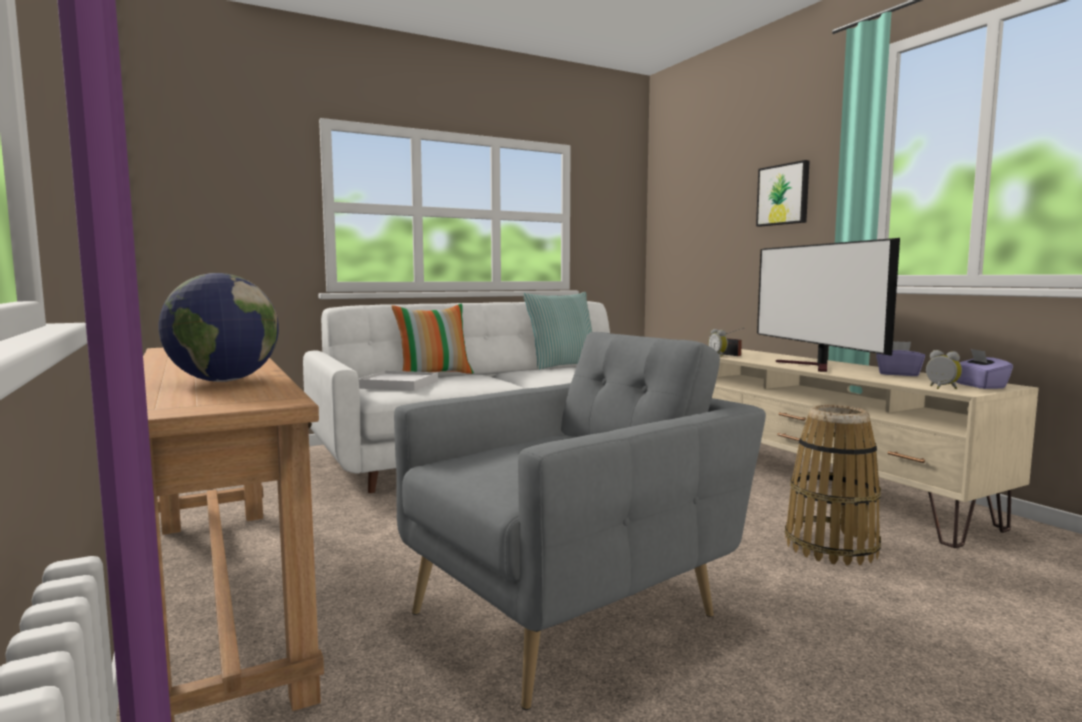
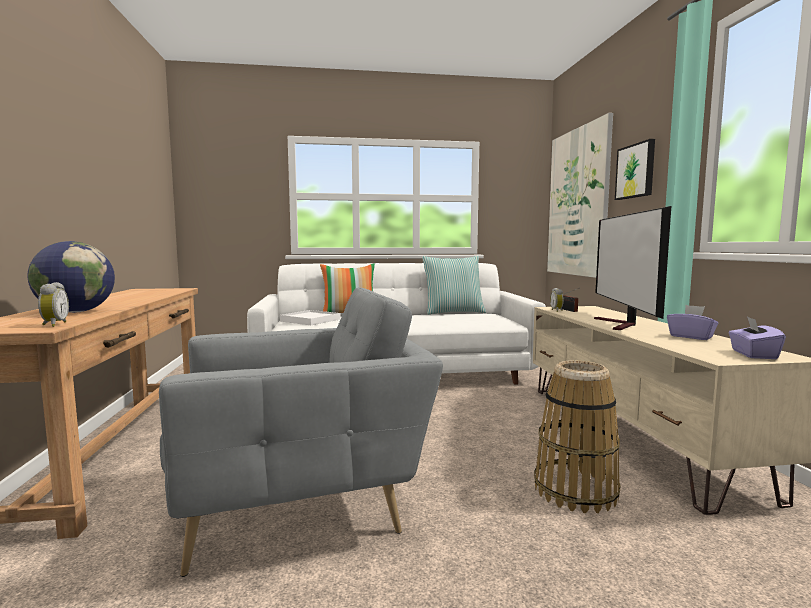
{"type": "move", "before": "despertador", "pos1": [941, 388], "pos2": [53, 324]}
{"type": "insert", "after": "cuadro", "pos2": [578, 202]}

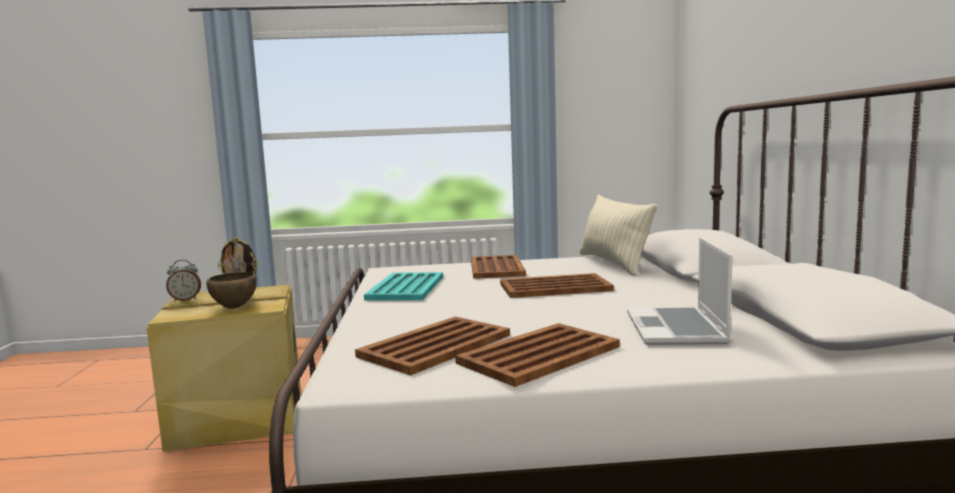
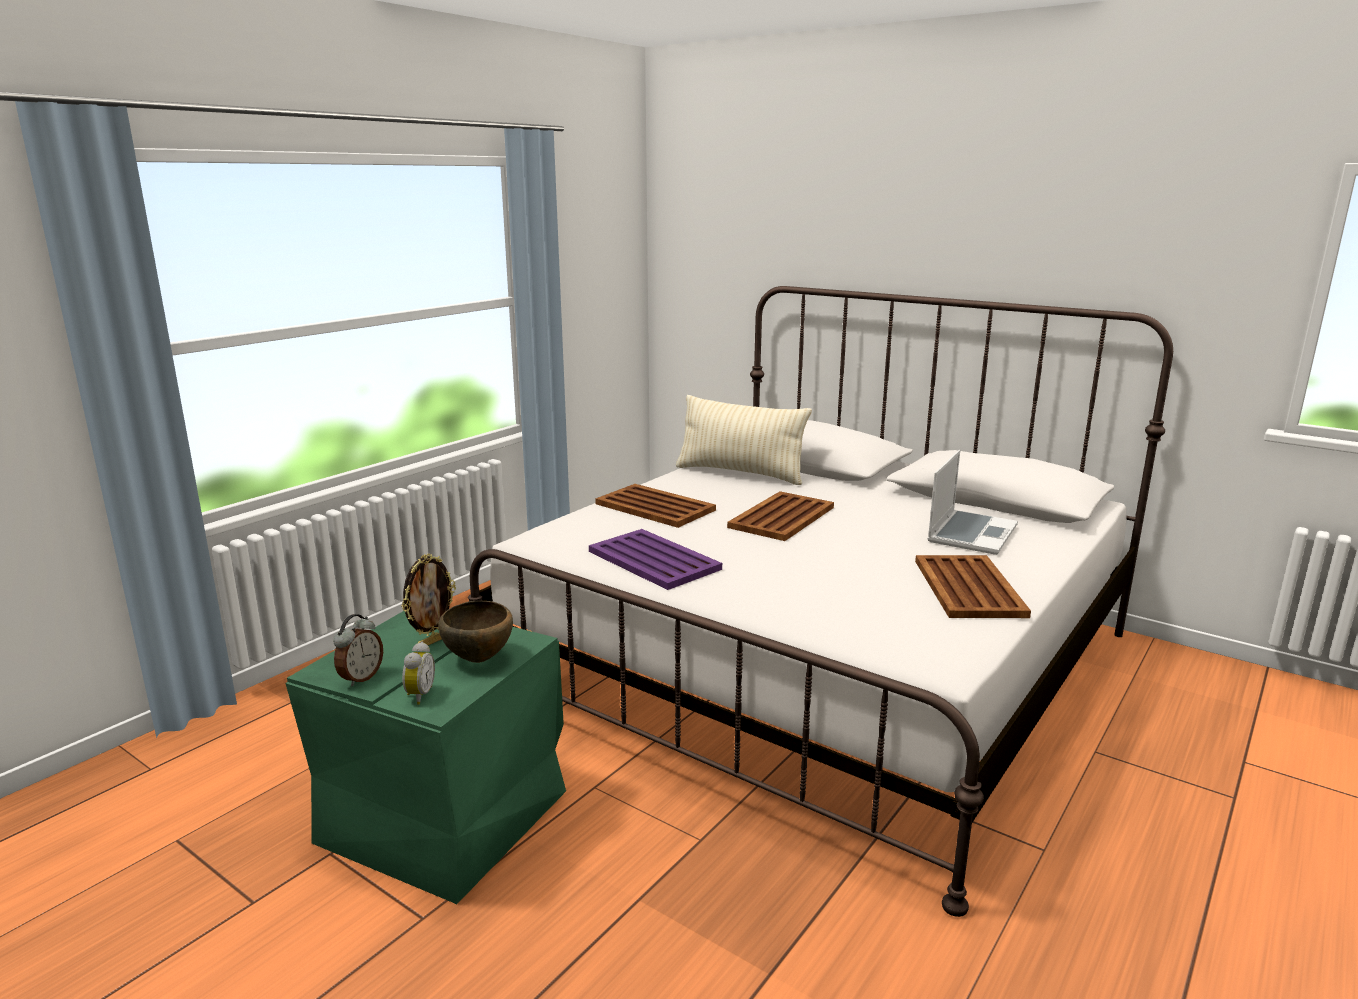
{"type": "rotate", "before": "portátil", "pos1": [677, 329], "pos2": [971, 533], "turn": -105}
{"type": "recolor", "before": "bandeja [turquesa]", "after": "bandeja [morado]", "pos1": [406, 287], "pos2": [653, 560]}
{"type": "recolor", "before": "caja de almacenaje [beis]", "after": "caja de almacenaje [verde]", "pos1": [240, 416], "pos2": [448, 815]}
{"type": "delete", "before": "bandeja [marrón]", "pos1": [434, 346]}
{"type": "insert", "after": "despertador", "pos2": [418, 695]}

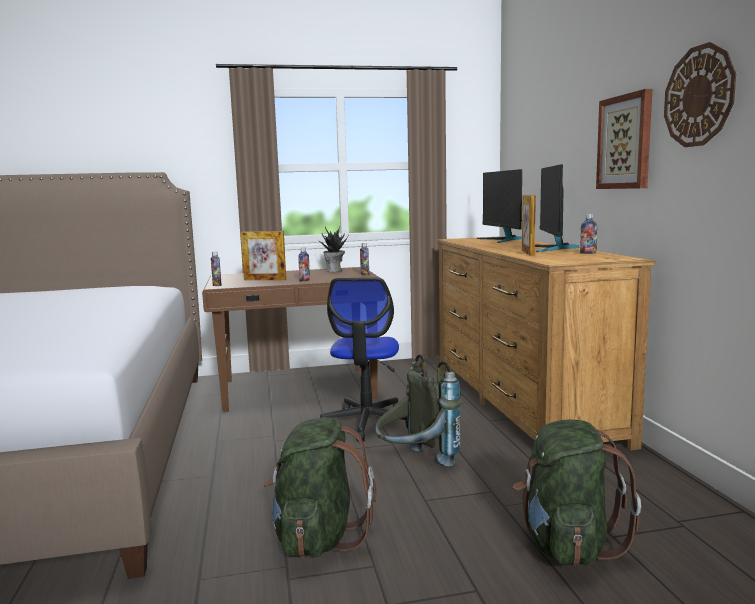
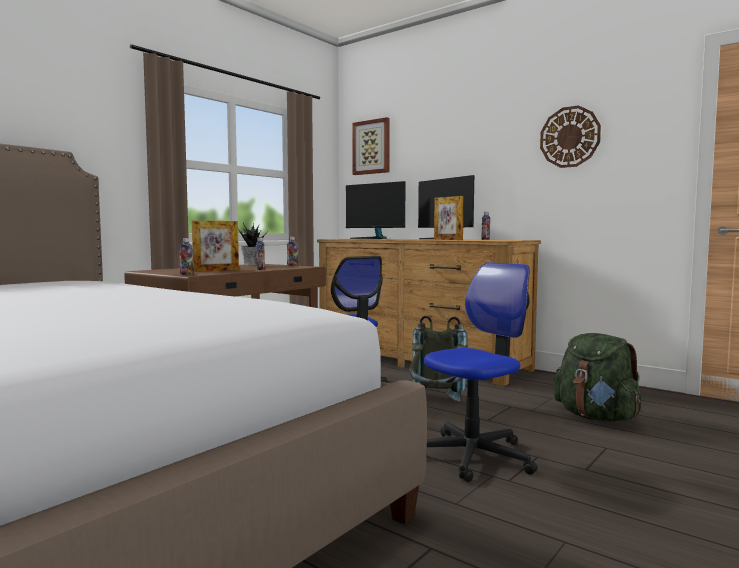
{"type": "move", "before": "cuadro", "pos1": [625, 142], "pos2": [371, 147]}
{"type": "replace", "before": "mochila [verde]", "after": "silla de oficina", "pos1": [318, 537], "pos2": [473, 456]}

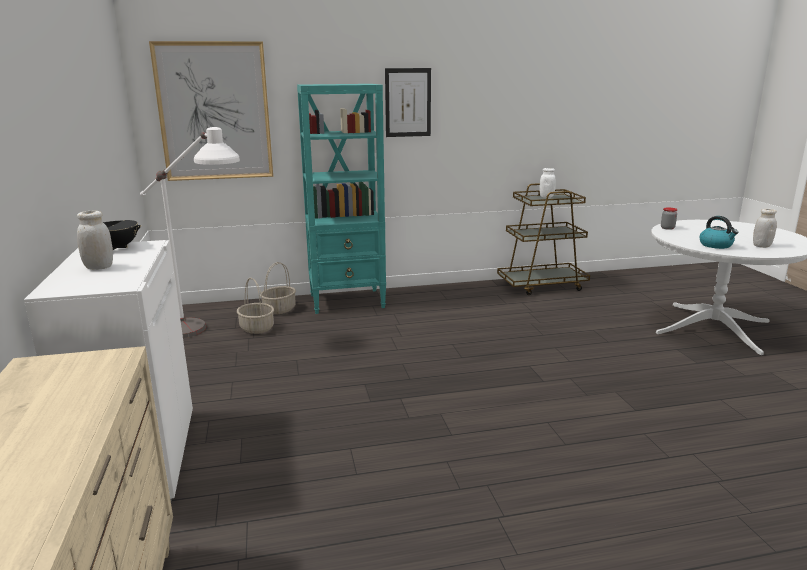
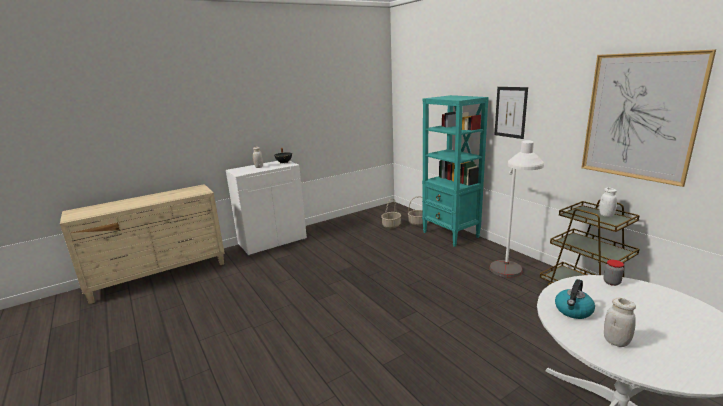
{"type": "move", "before": "cuadro", "pos1": [214, 112], "pos2": [639, 117]}
{"type": "move", "before": "lámpara de pie [blanco]", "pos1": [203, 336], "pos2": [508, 281]}

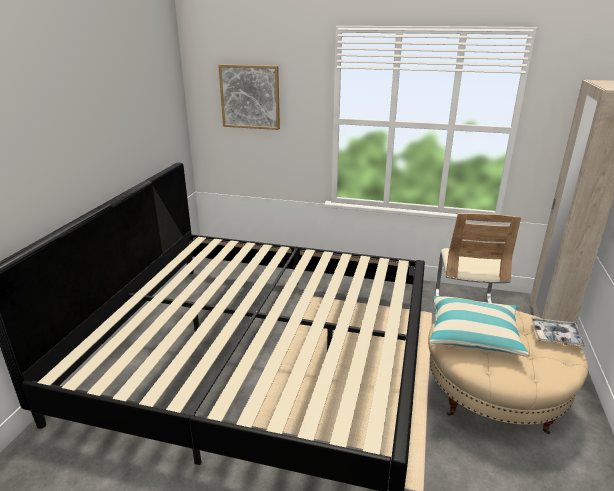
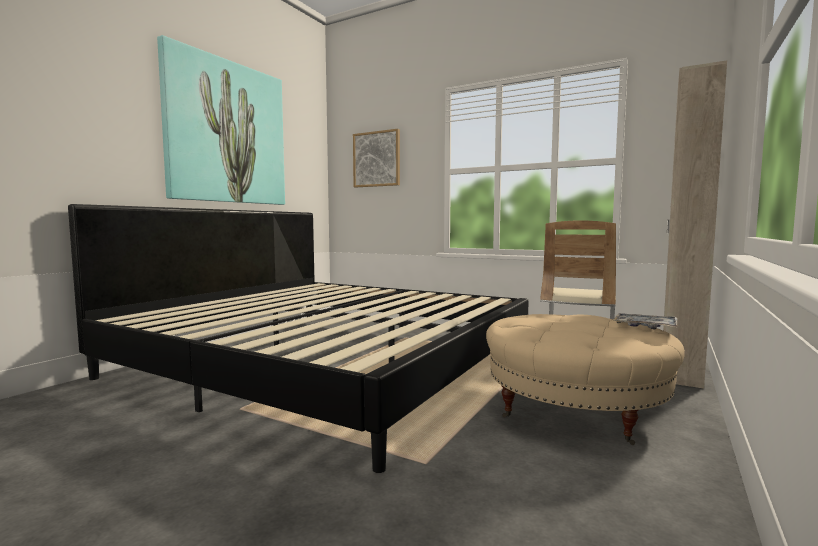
{"type": "delete", "before": "cojín", "pos1": [473, 335]}
{"type": "insert", "after": "cuadro", "pos2": [226, 133]}

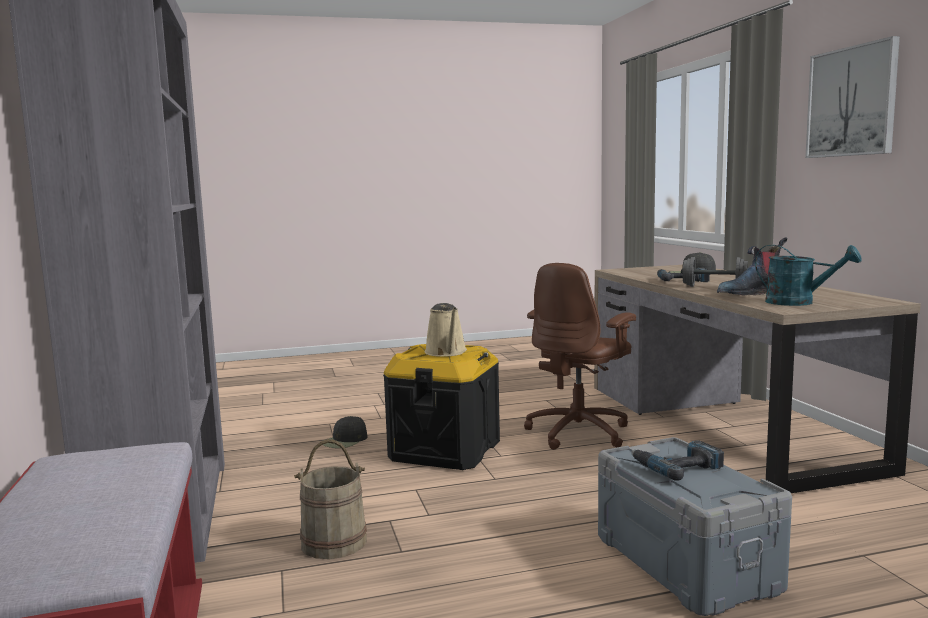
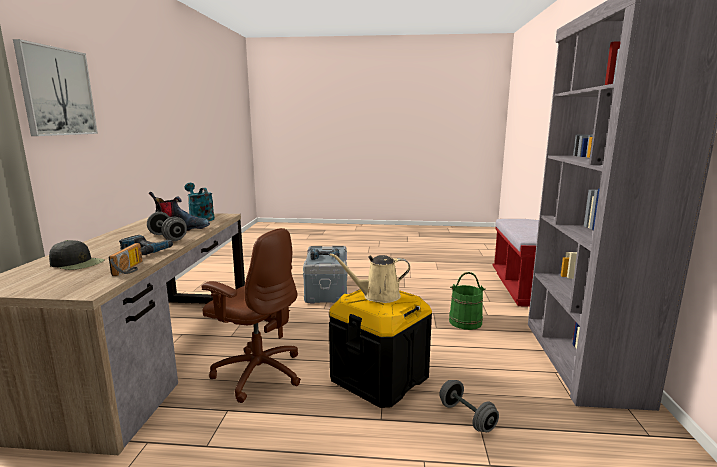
{"type": "rotate", "before": "silla de oficina [marrón]", "pos1": [579, 433], "pos2": [258, 373], "turn": 60}
{"type": "rotate", "before": "regadera [beis]", "pos1": [446, 352], "pos2": [377, 296], "turn": -105}
{"type": "replace", "before": "gorra [negro]", "after": "mancuerna [gris]", "pos1": [345, 440], "pos2": [467, 417]}
{"type": "recolor", "before": "cubo [beis]", "after": "cubo [verde]", "pos1": [334, 542], "pos2": [465, 322]}
{"type": "insert", "after": "radio", "pos2": [131, 269]}

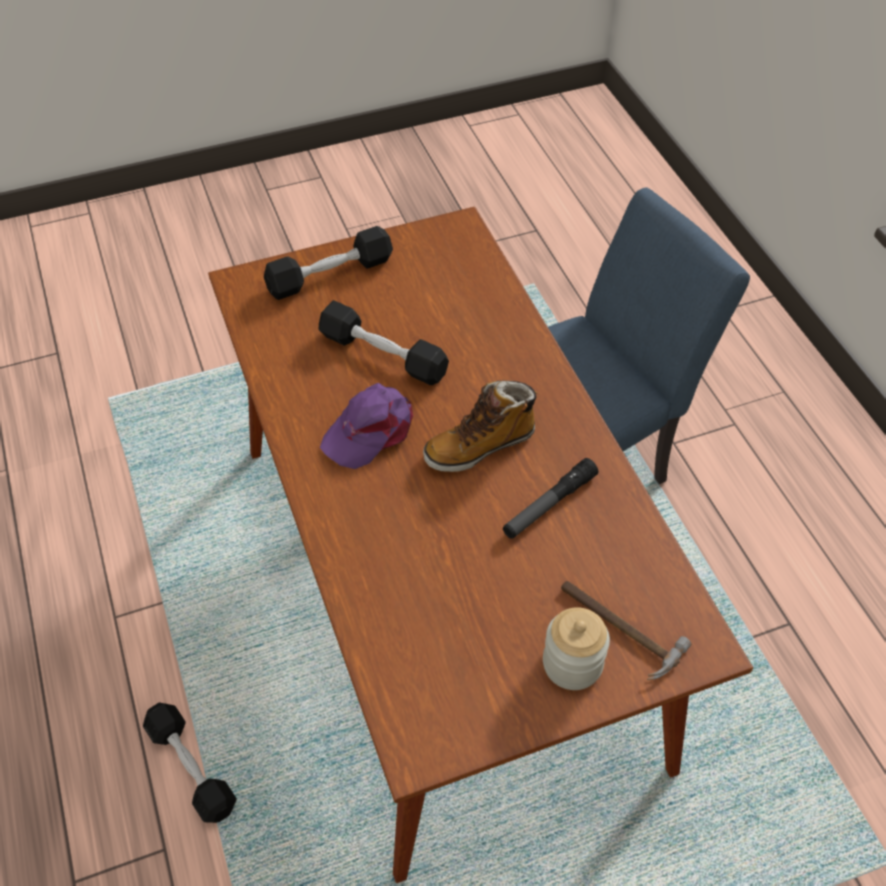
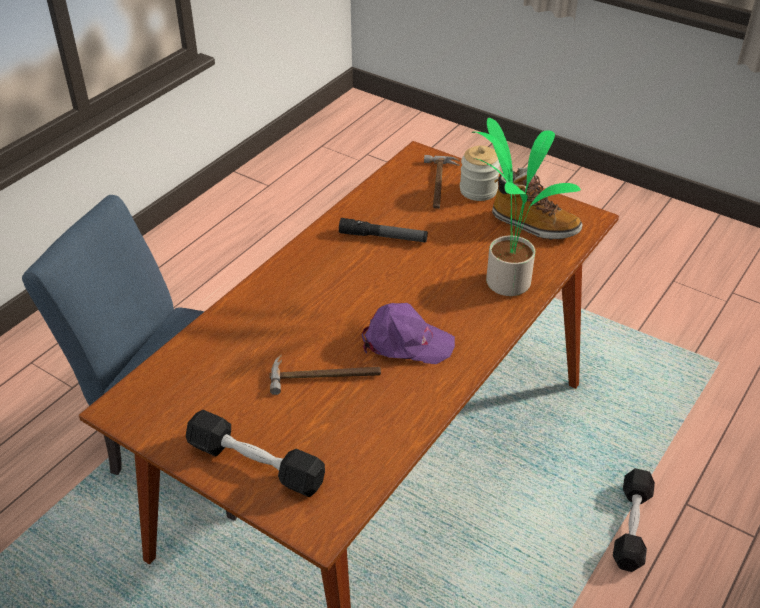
{"type": "replace", "before": "mancuerna [negro]", "after": "martillo", "pos1": [383, 355], "pos2": [325, 375]}
{"type": "move", "before": "bota", "pos1": [480, 446], "pos2": [534, 225]}
{"type": "insert", "after": "planta en maceta", "pos2": [507, 281]}

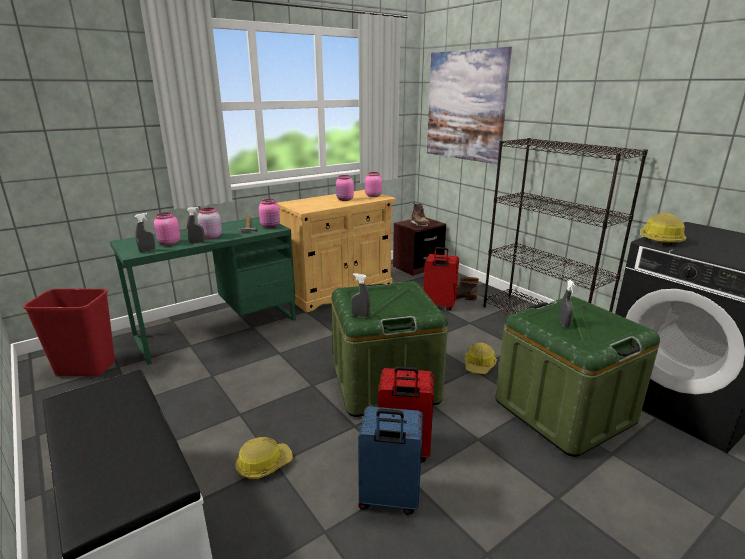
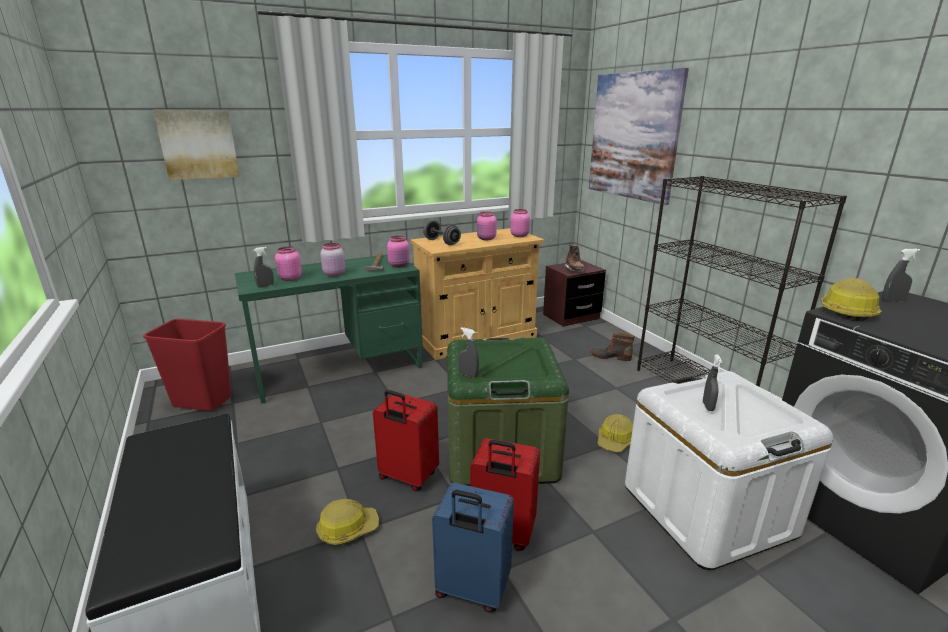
{"type": "move", "before": "pulverizador [gris]", "pos1": [197, 243], "pos2": [892, 301]}
{"type": "move", "before": "maleta [rojo]", "pos1": [438, 306], "pos2": [407, 477]}
{"type": "recolor", "before": "caja de almacenaje [verde]", "after": "caja de almacenaje [blanco]", "pos1": [563, 411], "pos2": [707, 509]}
{"type": "insert", "after": "cuadro", "pos2": [198, 144]}
{"type": "insert", "after": "mancuerna [gris]", "pos2": [441, 242]}

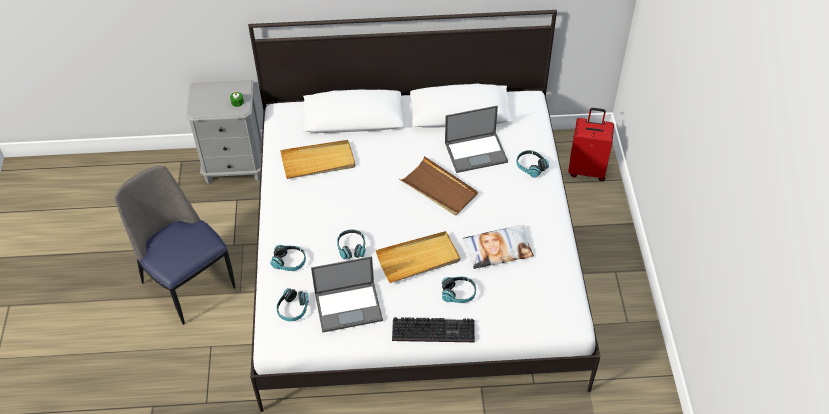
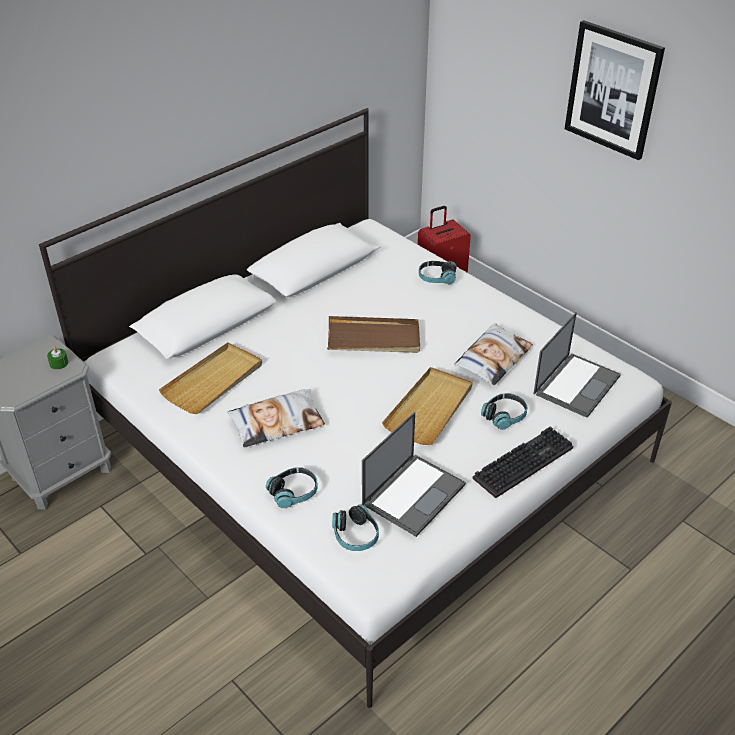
{"type": "move", "before": "portátil", "pos1": [476, 152], "pos2": [577, 384]}
{"type": "delete", "before": "silla", "pos1": [187, 283]}
{"type": "delete", "before": "auriculares", "pos1": [351, 248]}
{"type": "insert", "after": "cuadro", "pos2": [613, 90]}
{"type": "insert", "after": "cojín", "pos2": [277, 423]}

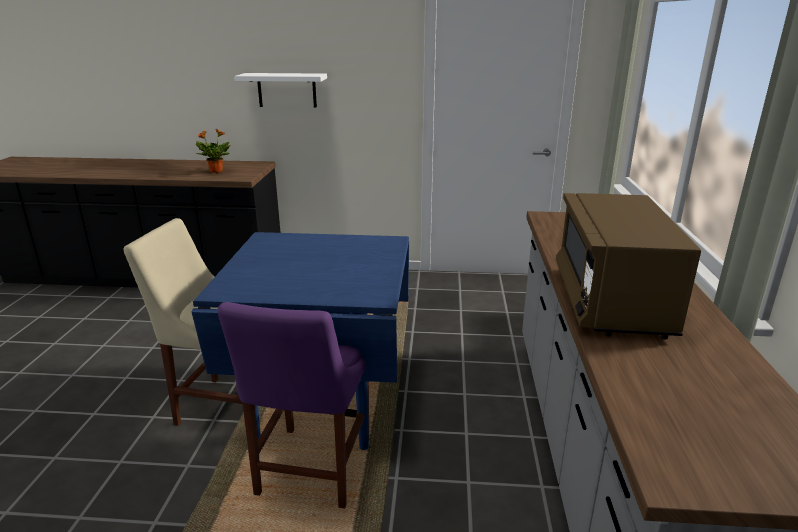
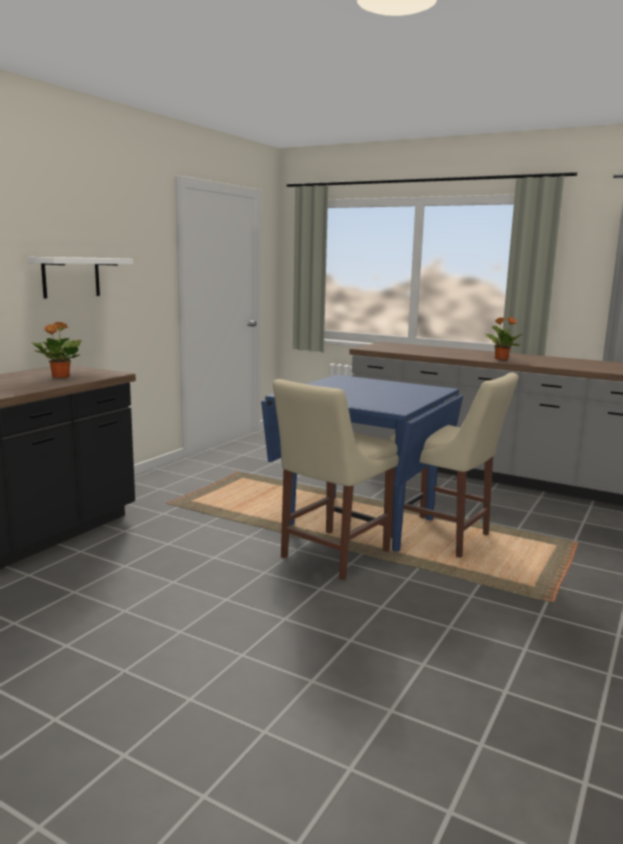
{"type": "replace", "before": "microondas [marrón]", "after": "planta en maceta", "pos1": [610, 301], "pos2": [501, 359]}
{"type": "recolor", "before": "silla [morado]", "after": "silla [beis]", "pos1": [311, 471], "pos2": [444, 538]}

